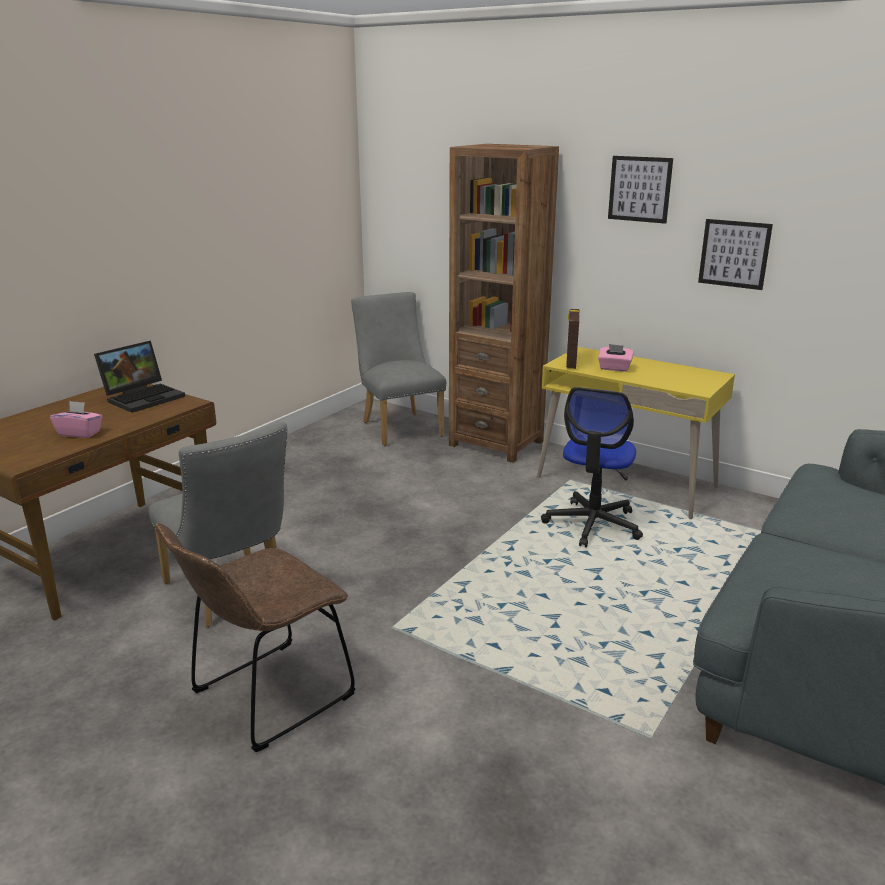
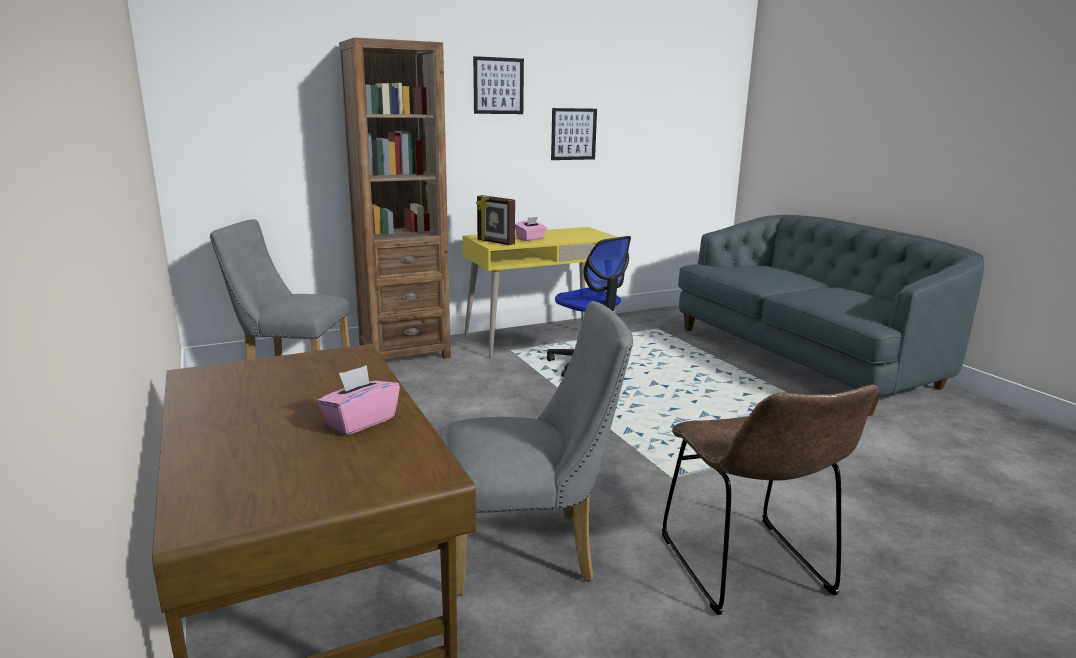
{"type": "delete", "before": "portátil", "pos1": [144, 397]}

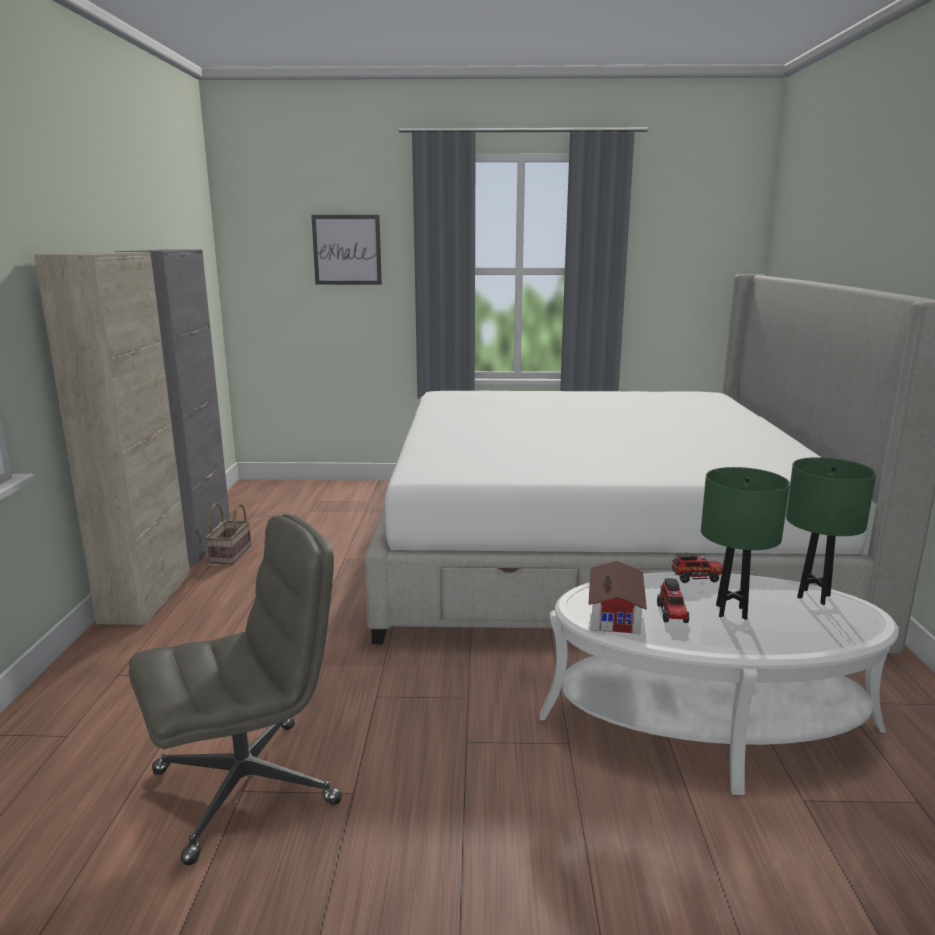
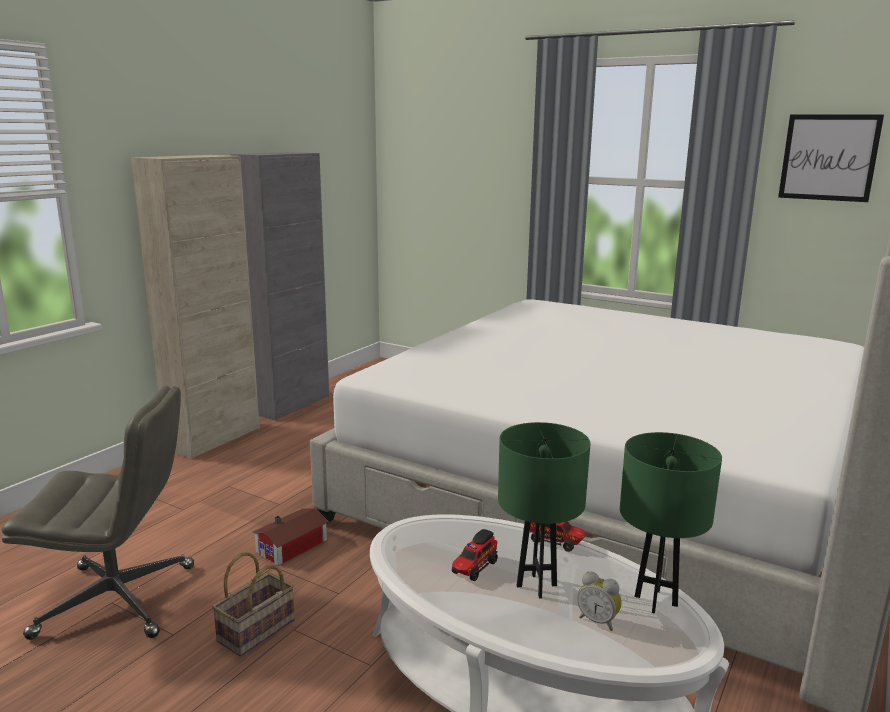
{"type": "move", "before": "cuadro", "pos1": [347, 250], "pos2": [828, 157]}
{"type": "move", "before": "cesta", "pos1": [231, 555], "pos2": [256, 632]}
{"type": "move", "before": "casita", "pos1": [617, 611], "pos2": [294, 545]}
{"type": "insert", "after": "despertador", "pos2": [598, 621]}

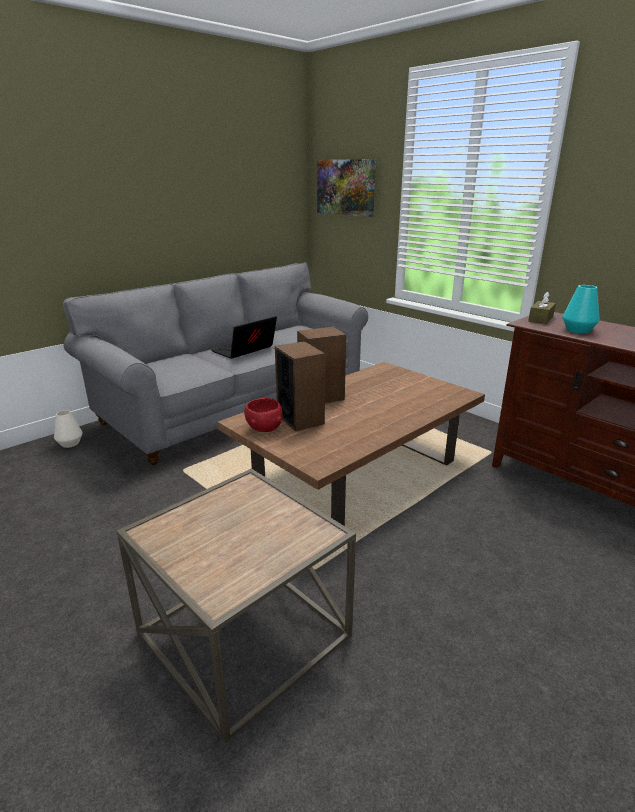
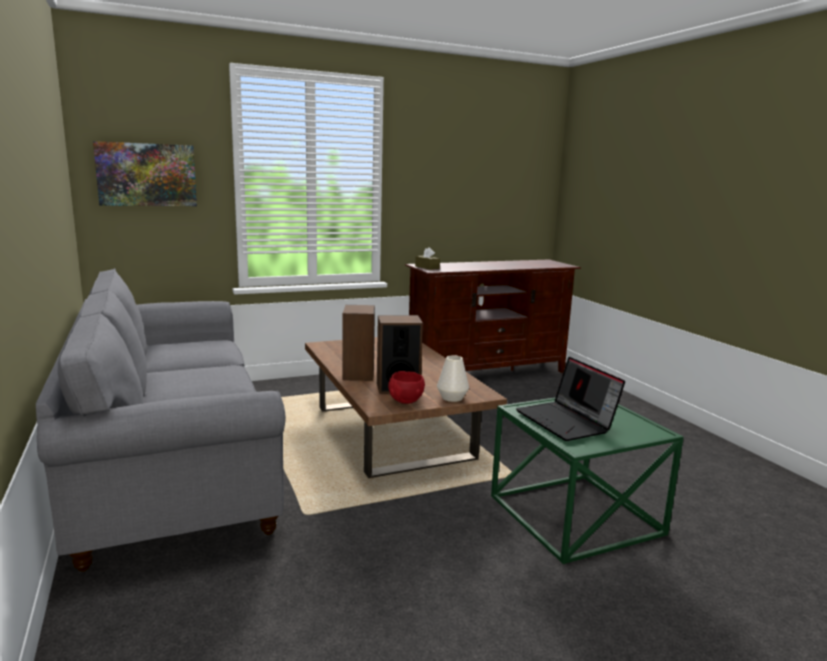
{"type": "delete", "before": "florero [turquesa]", "pos1": [578, 330]}
{"type": "move", "before": "portátil", "pos1": [244, 351], "pos2": [567, 421]}
{"type": "move", "before": "florero [blanco]", "pos1": [70, 443], "pos2": [452, 398]}
{"type": "recolor", "before": "mesa auxiliar [marrón]", "after": "mesa auxiliar [verde]", "pos1": [243, 635], "pos2": [576, 515]}

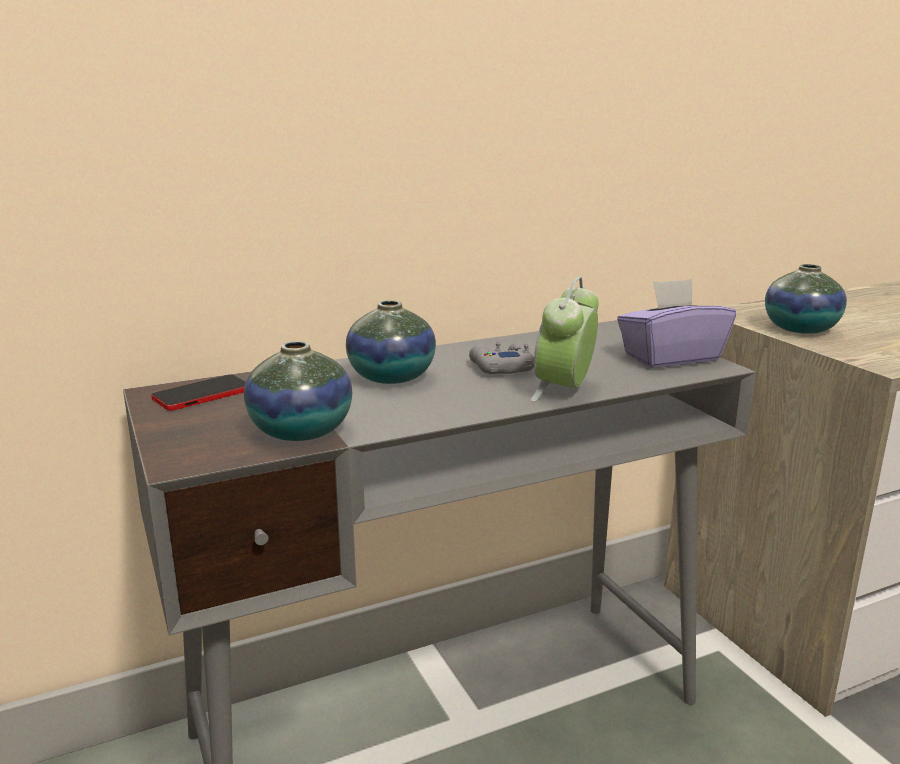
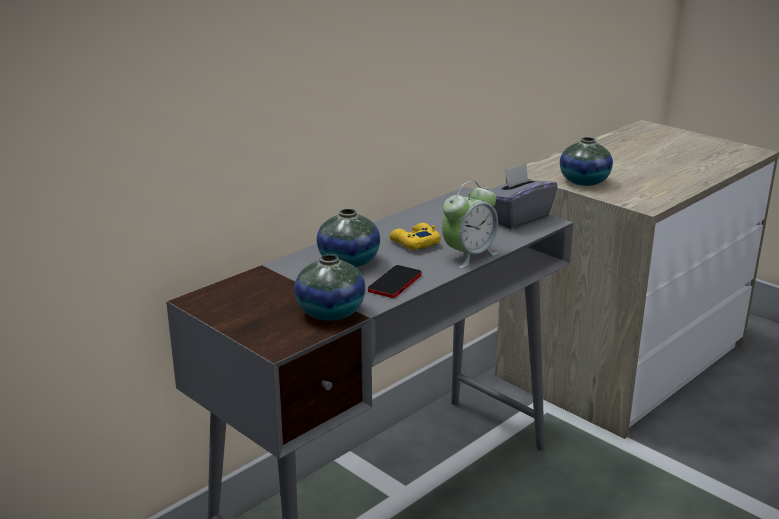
{"type": "rotate", "before": "despertador", "pos1": [564, 391], "pos2": [469, 256], "turn": -135}
{"type": "recolor", "before": "caja de pañuelos [morado]", "after": "caja de pañuelos [gris]", "pos1": [670, 357], "pos2": [517, 218]}
{"type": "recolor", "before": "mando de consola [gris]", "after": "mando de consola [amarillo]", "pos1": [501, 367], "pos2": [414, 242]}
{"type": "move", "before": "móvil", "pos1": [202, 394], "pos2": [395, 283]}

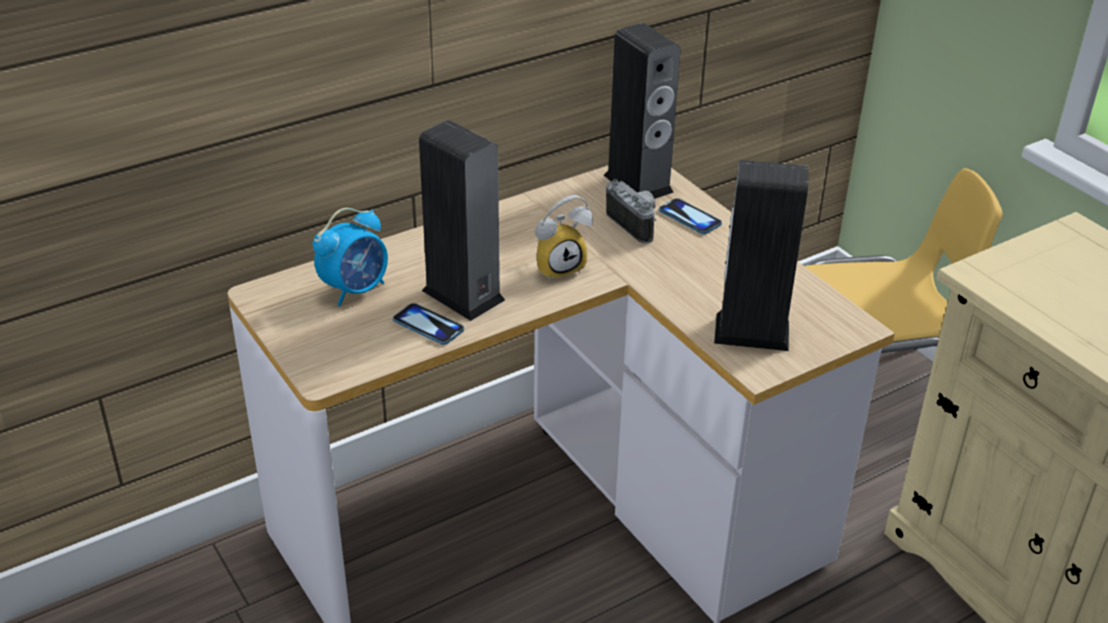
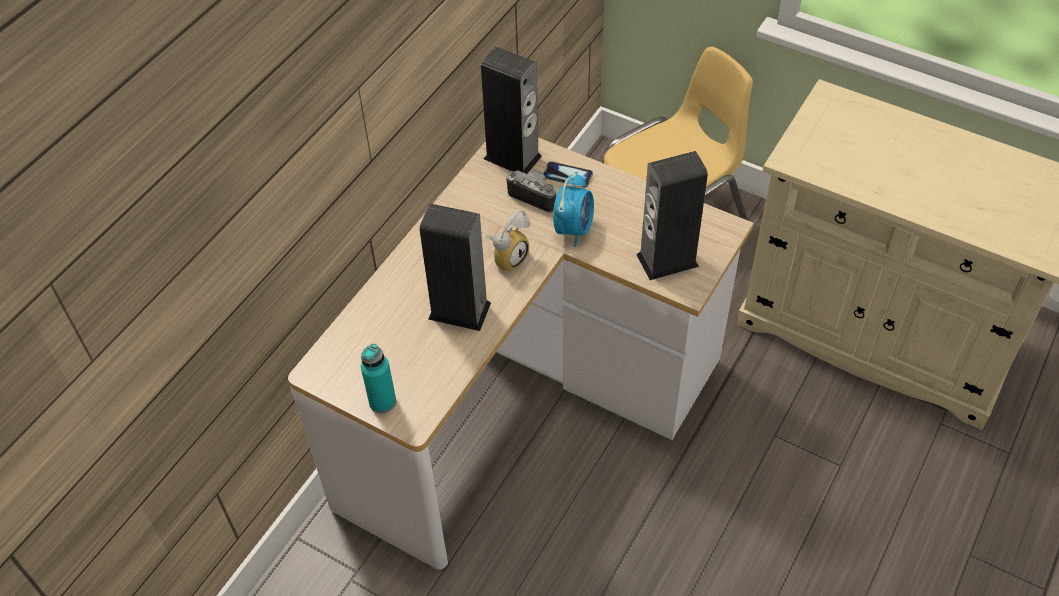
{"type": "move", "before": "despertador", "pos1": [355, 289], "pos2": [573, 229]}
{"type": "delete", "before": "móvil", "pos1": [428, 325]}
{"type": "insert", "after": "botella [turquesa]", "pos2": [382, 402]}

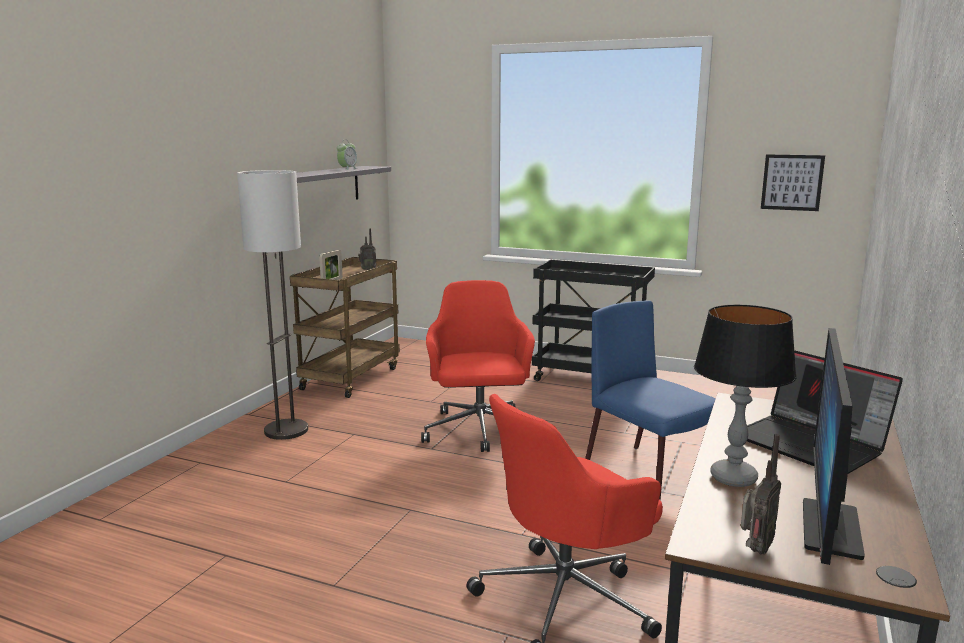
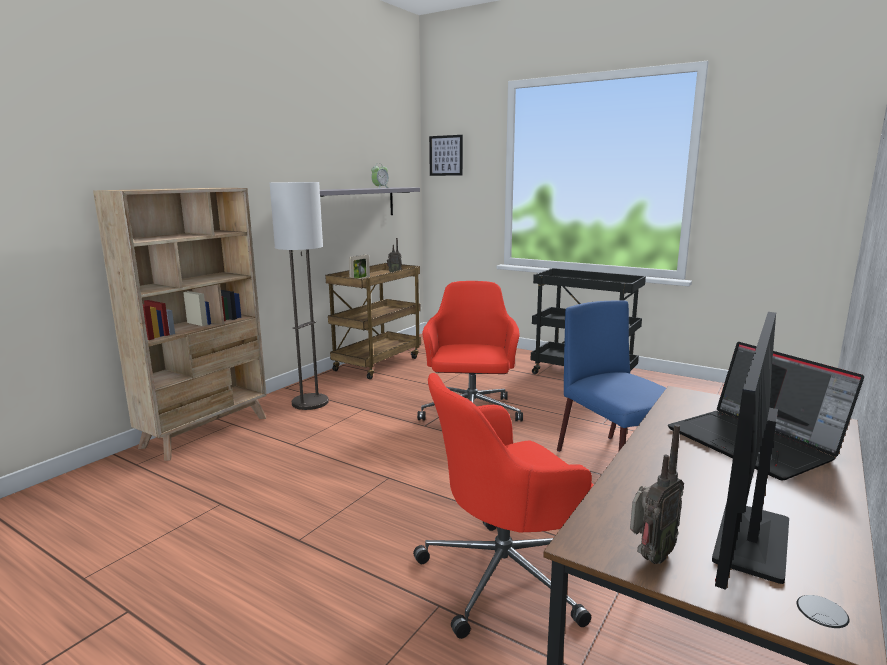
{"type": "move", "before": "cuadro", "pos1": [792, 182], "pos2": [446, 155]}
{"type": "delete", "before": "lámpara de mesa", "pos1": [733, 478]}
{"type": "insert", "after": "estantería [beis]", "pos2": [207, 432]}

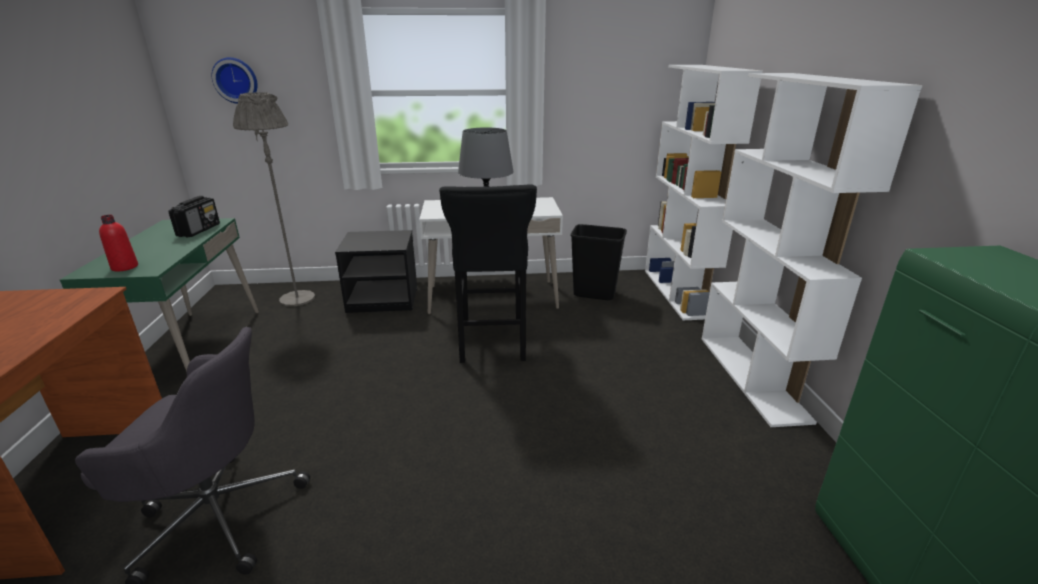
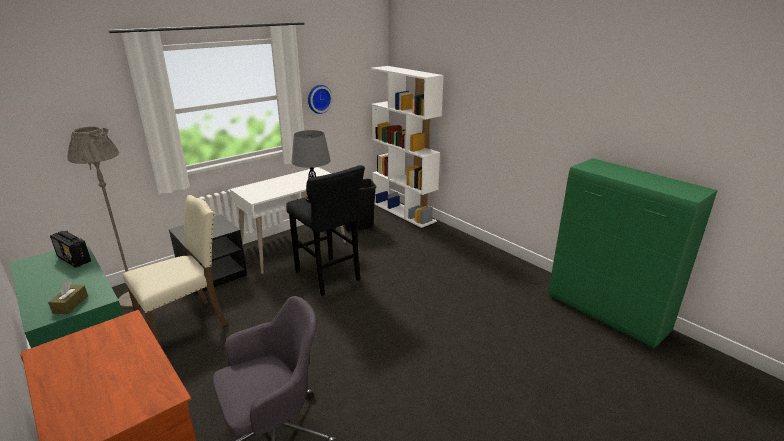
{"type": "move", "before": "reloj de pared", "pos1": [236, 80], "pos2": [318, 98]}
{"type": "delete", "before": "estantería [blanco]", "pos1": [752, 377]}
{"type": "rotate", "before": "radio", "pos1": [199, 230], "pos2": [74, 259], "turn": 150}
{"type": "replace", "before": "botella [rojo]", "after": "caja de pañuelos [marrón]", "pos1": [125, 267], "pos2": [70, 304]}
{"type": "insert", "after": "silla [beis]", "pos2": [186, 325]}

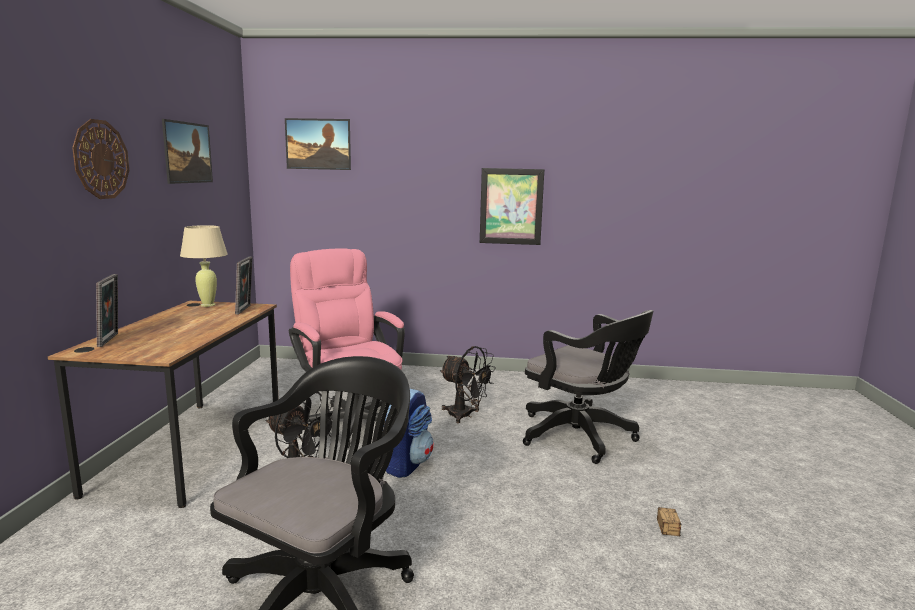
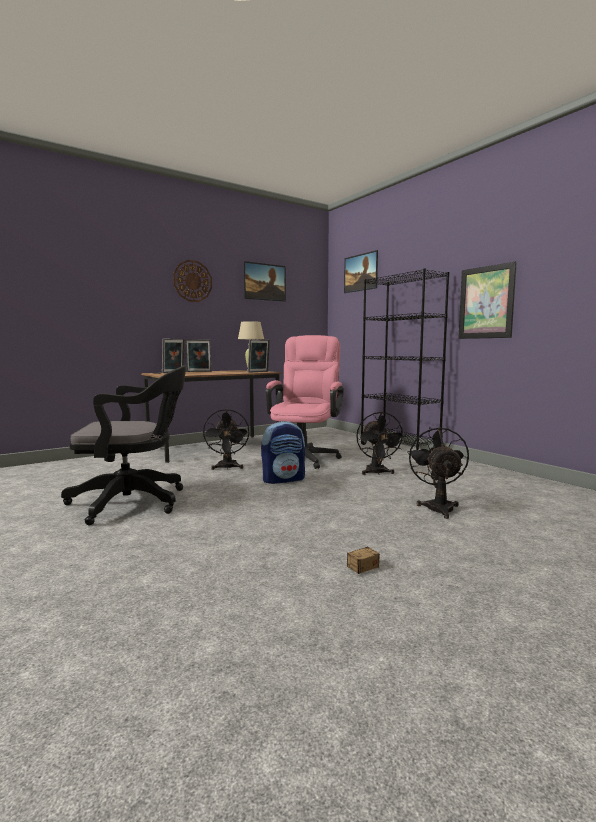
{"type": "replace", "before": "silla de oficina [negro]", "after": "ventilador [negro]", "pos1": [581, 437], "pos2": [438, 506]}
{"type": "insert", "after": "estantería [negro]", "pos2": [399, 449]}
{"type": "insert", "after": "portarretratos", "pos2": [199, 371]}

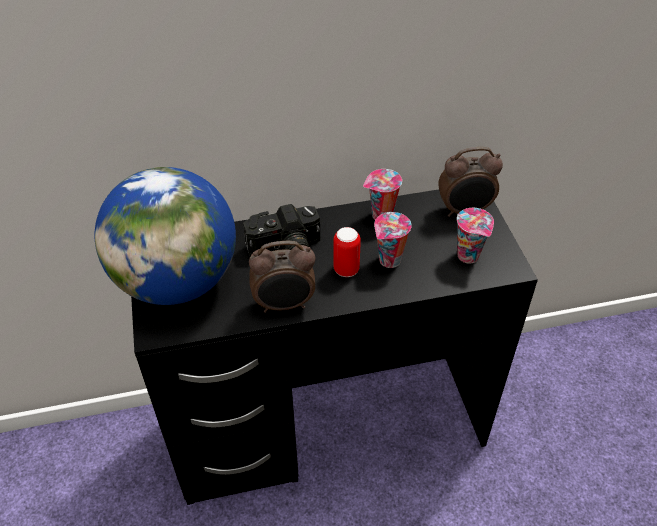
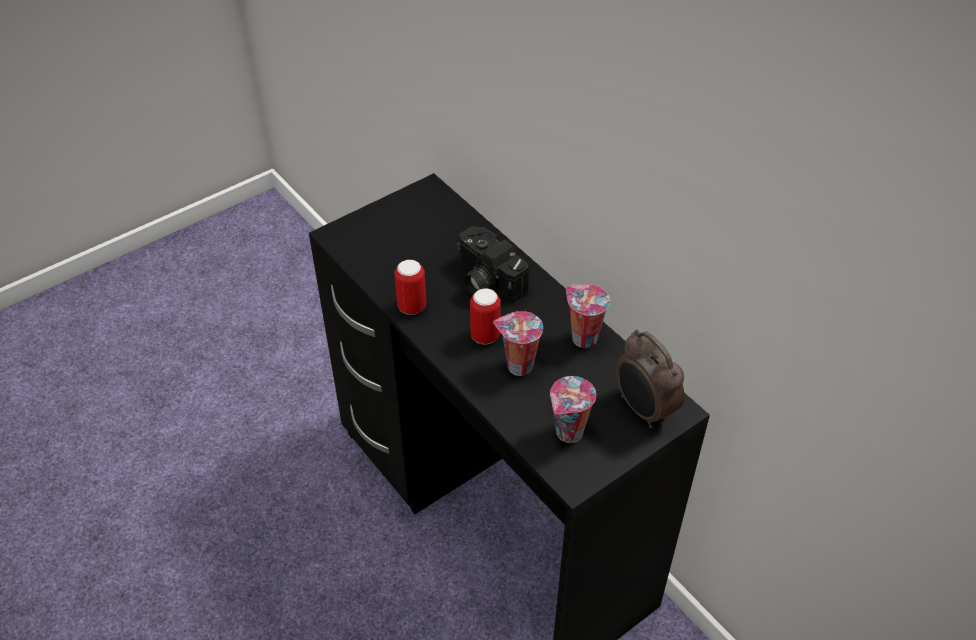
{"type": "delete", "before": "globo terráqueo", "pos1": [177, 281]}
{"type": "replace", "before": "despertador", "after": "lata", "pos1": [284, 305], "pos2": [412, 307]}

